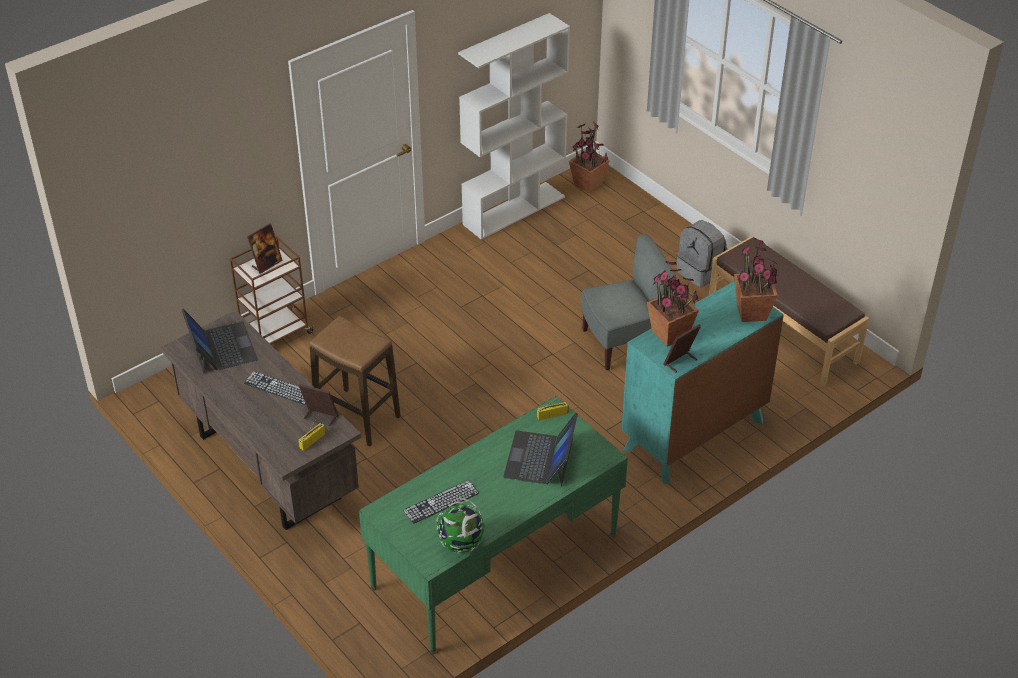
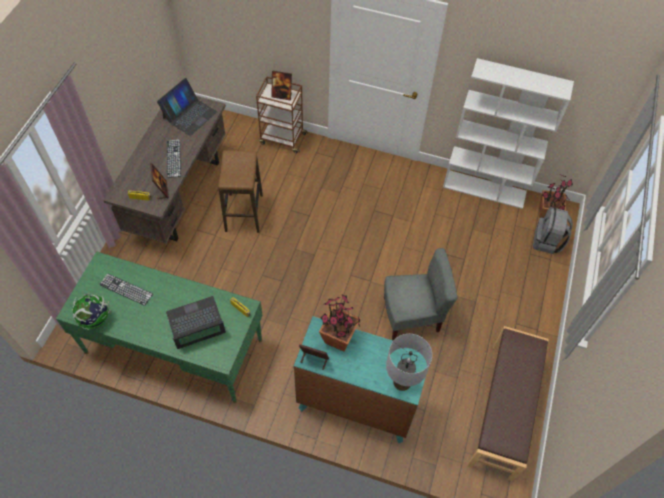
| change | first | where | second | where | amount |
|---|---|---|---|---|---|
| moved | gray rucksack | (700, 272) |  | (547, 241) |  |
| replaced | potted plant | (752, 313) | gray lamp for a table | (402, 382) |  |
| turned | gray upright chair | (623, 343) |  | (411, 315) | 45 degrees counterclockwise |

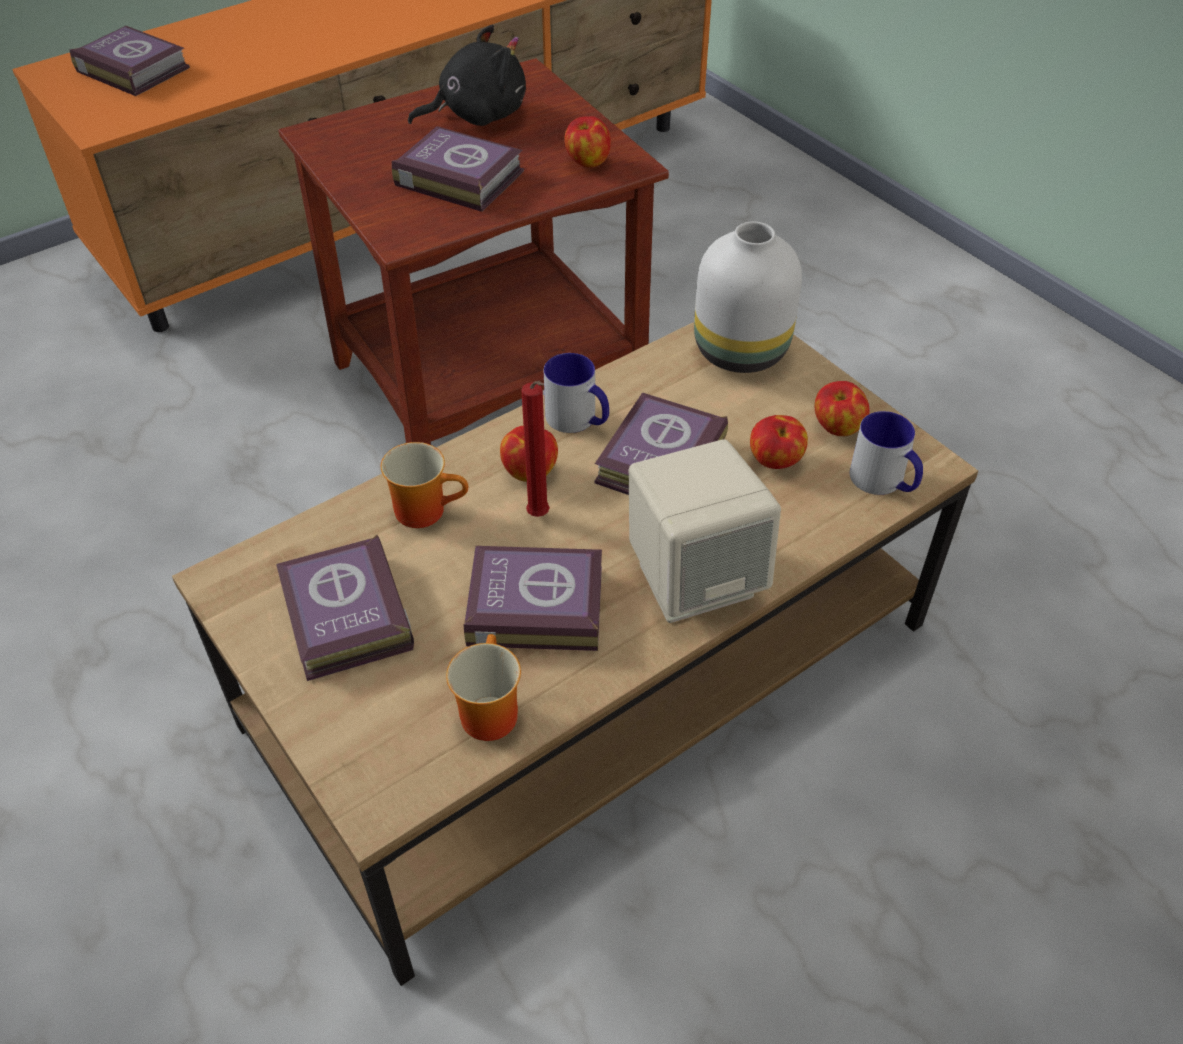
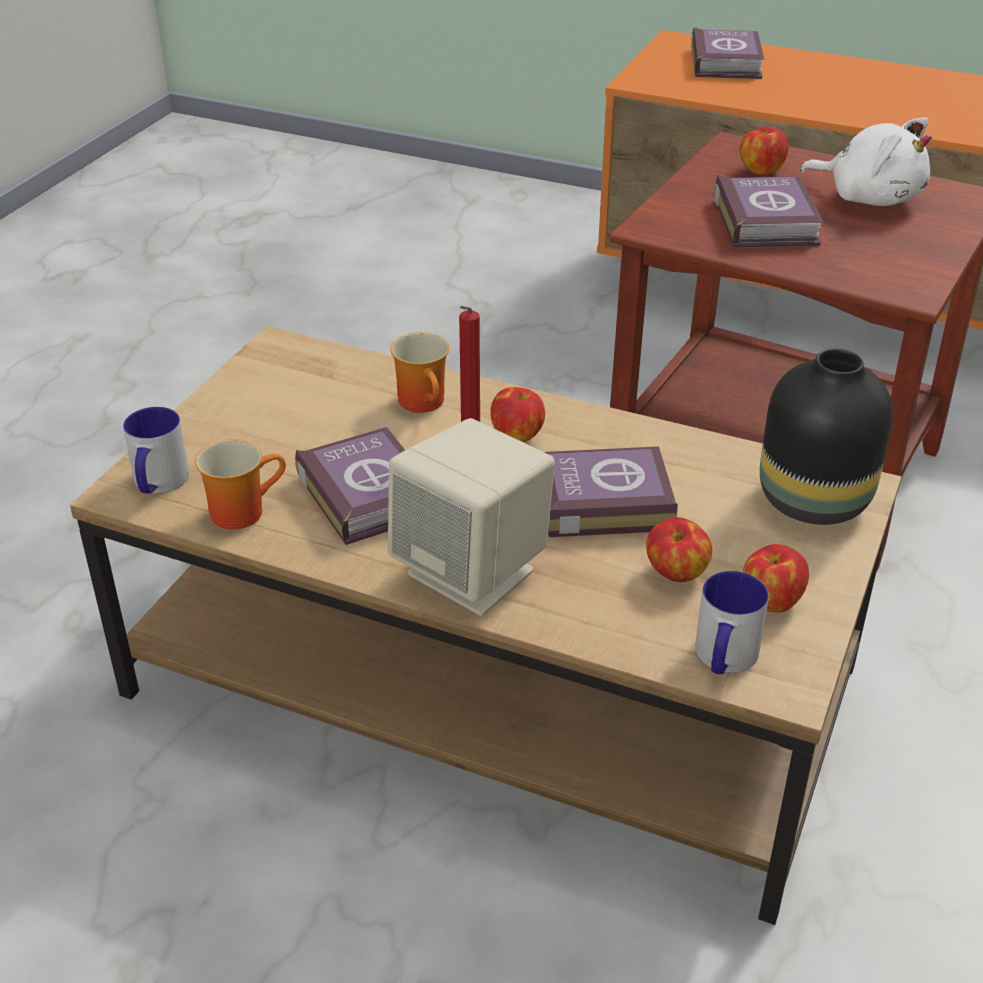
| change | first | where | second | where | amount |
|---|---|---|---|---|---|
| removed | volume | (344, 619) |  |  |  |
| moved | coffee mug | (578, 420) |  | (158, 484) |  |
| moved | apple | (587, 162) |  | (760, 171) |  |
| recoloured | black-coloured soft toy | (477, 115) | whitish soft toy | (869, 198) |  |
| recoloured | whitish flower vase | (738, 350) | black-coloured flower vase | (814, 498) |  |

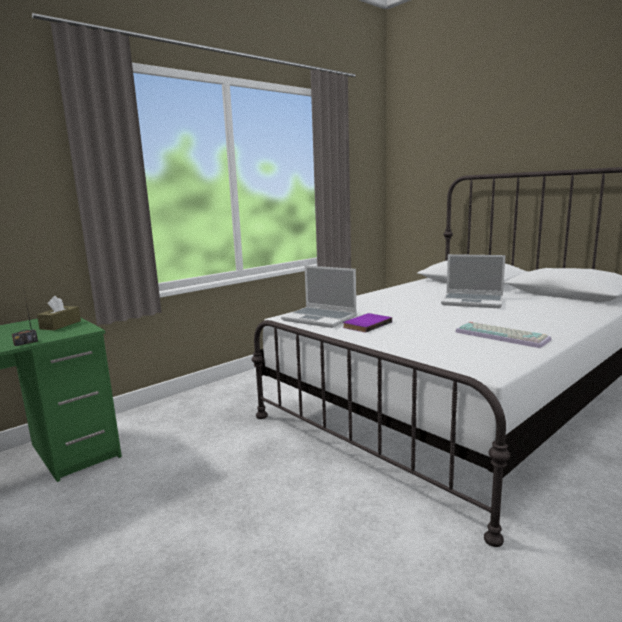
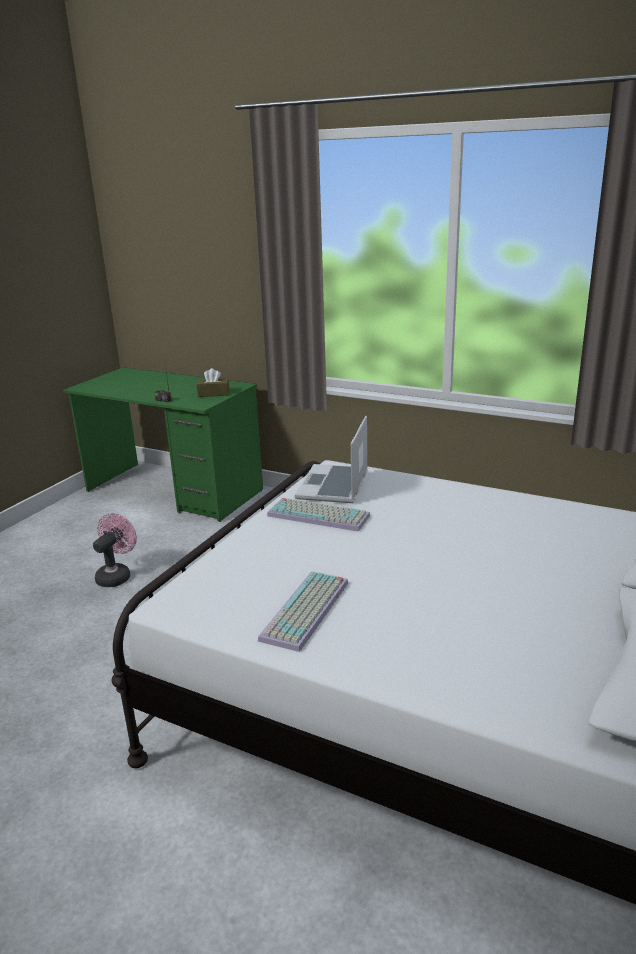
| change | first | where | second | where | amount |
|---|---|---|---|---|---|
| removed | portable computer | (473, 302) |  |  |  |
| added |  |  | pink cooling fan | (116, 575) |  |
| replaced | purple volume | (366, 324) | keyboard | (320, 515) |  |

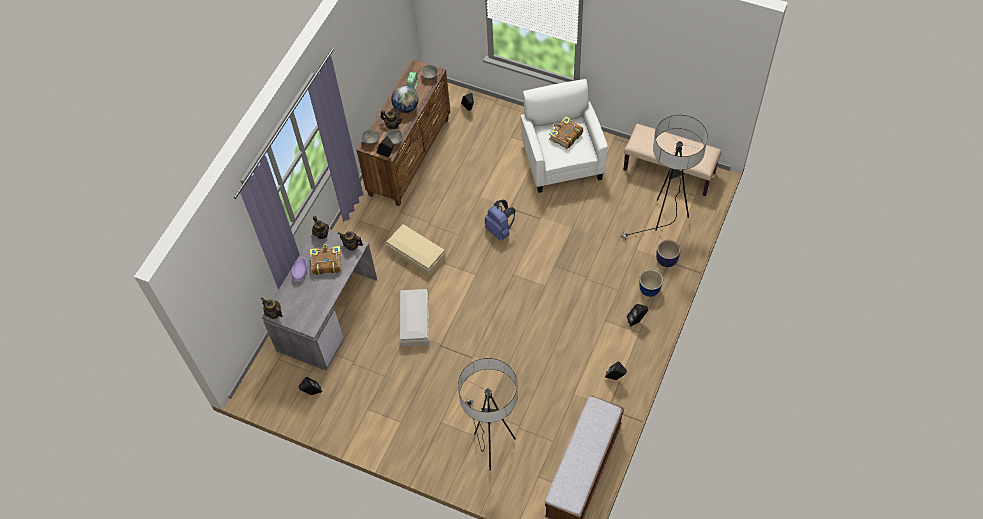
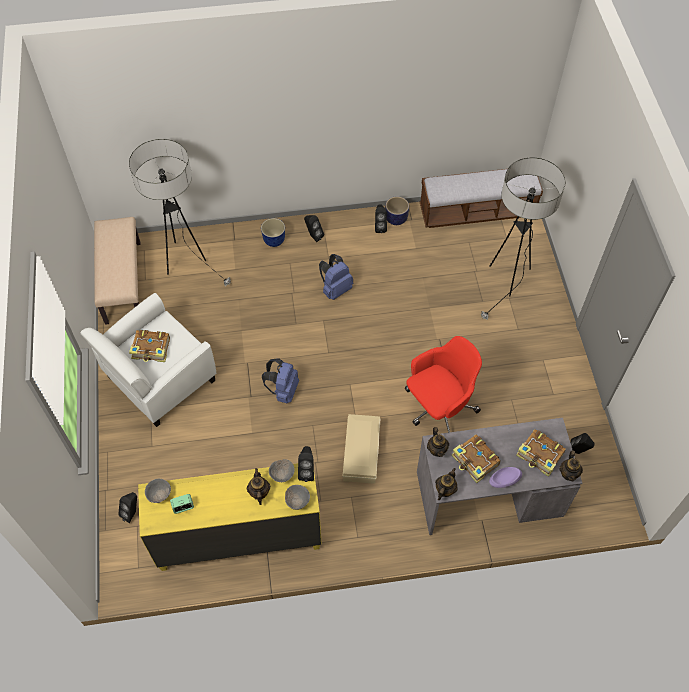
| change | first | where | second | where | amount |
|---|---|---|---|---|---|
| removed | desk globe | (406, 107) |  |  |  |
| added |  |  | blue rucksack | (335, 289) |  |
| added |  |  | volume | (540, 456) |  |
| moved | plant pot | (666, 259) |  | (396, 219) |  |
| replaced | whitish storage box | (414, 322) | red desk chair | (439, 408) |  |
| recoloured | brown drawer chest | (410, 157) | yellow drawer chest | (238, 537) |  |

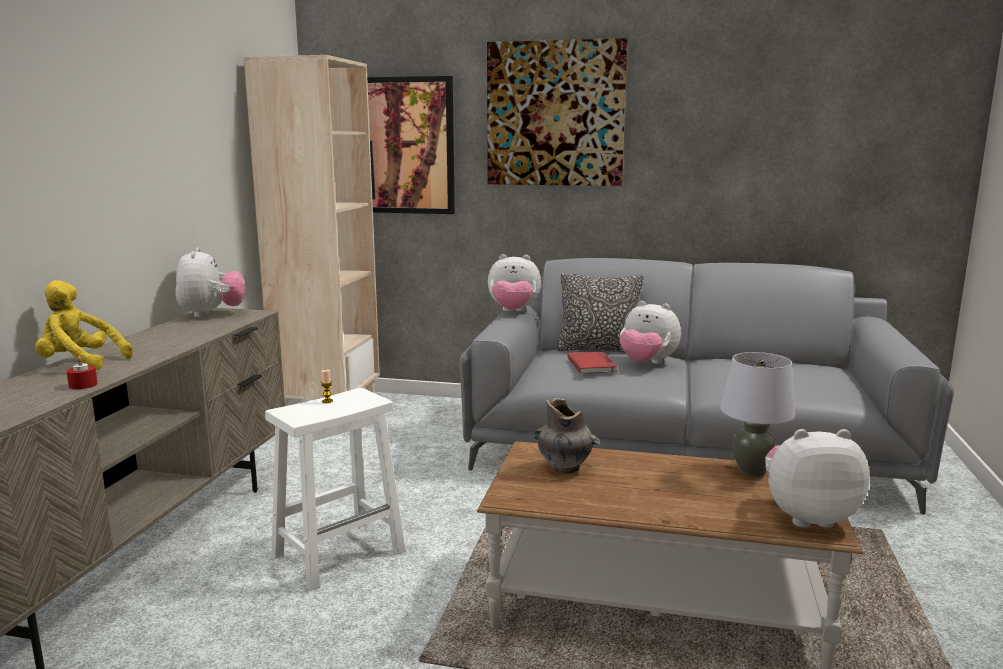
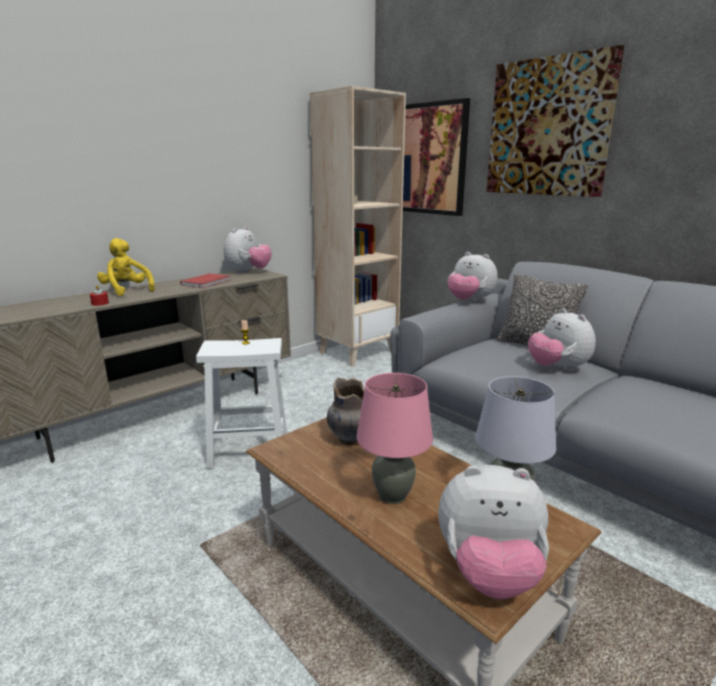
| change | first | where | second | where | amount |
|---|---|---|---|---|---|
| added |  |  | pink lamp for a table | (393, 496) |  |
| moved | red volume | (593, 365) |  | (207, 282) |  |
| turned | soft toy | (807, 517) |  | (489, 573) | 150 degrees clockwise |

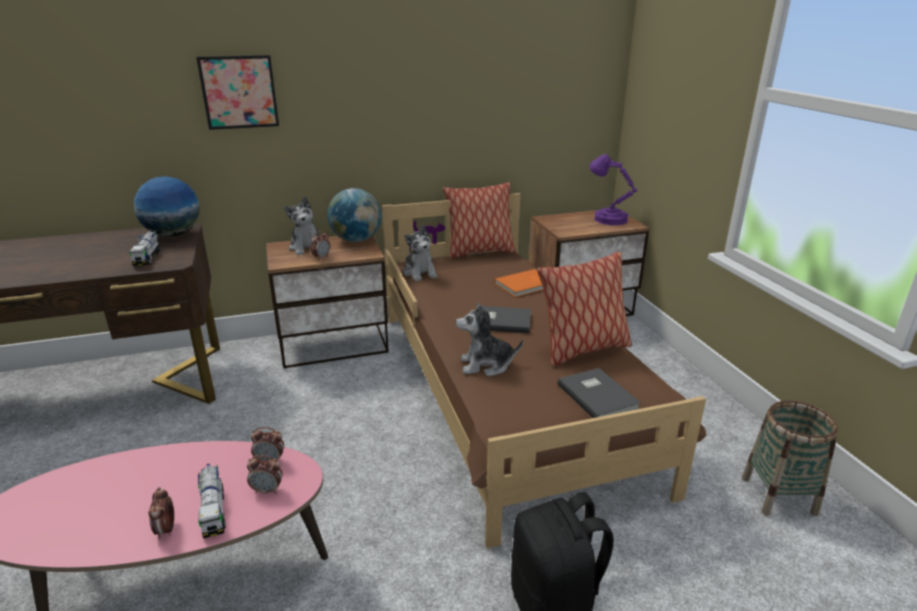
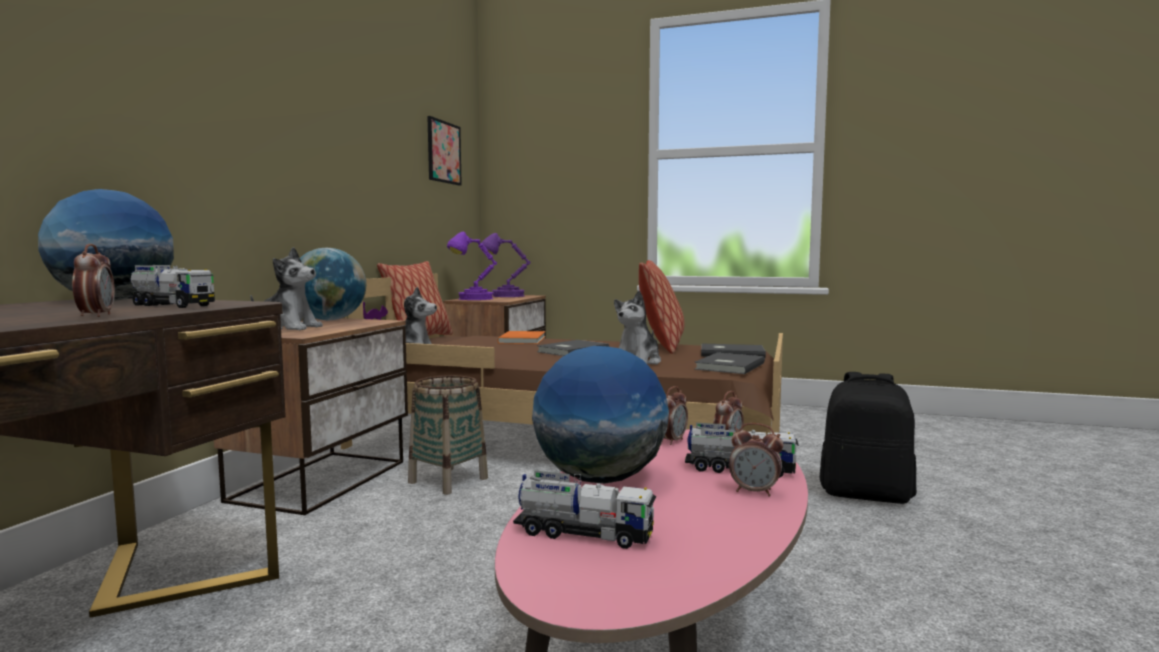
| change | first | where | second | where | amount |
|---|---|---|---|---|---|
| added |  |  | purple lamp for a table | (473, 299) |  |
| added |  |  | toy truck | (584, 534) |  |
| added |  |  | desk globe | (600, 479) |  |
| added |  |  | gray volume | (727, 366) |  |
| moved | wall picture | (239, 92) |  | (444, 152) |  |
| moved | table clock | (321, 258) |  | (96, 316) |  |
| moved | basket | (779, 495) |  | (448, 480) |  |

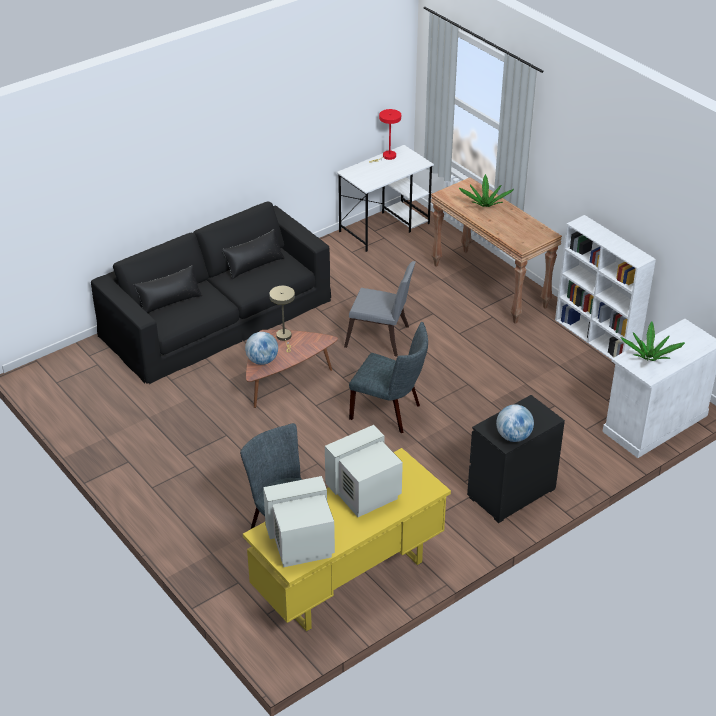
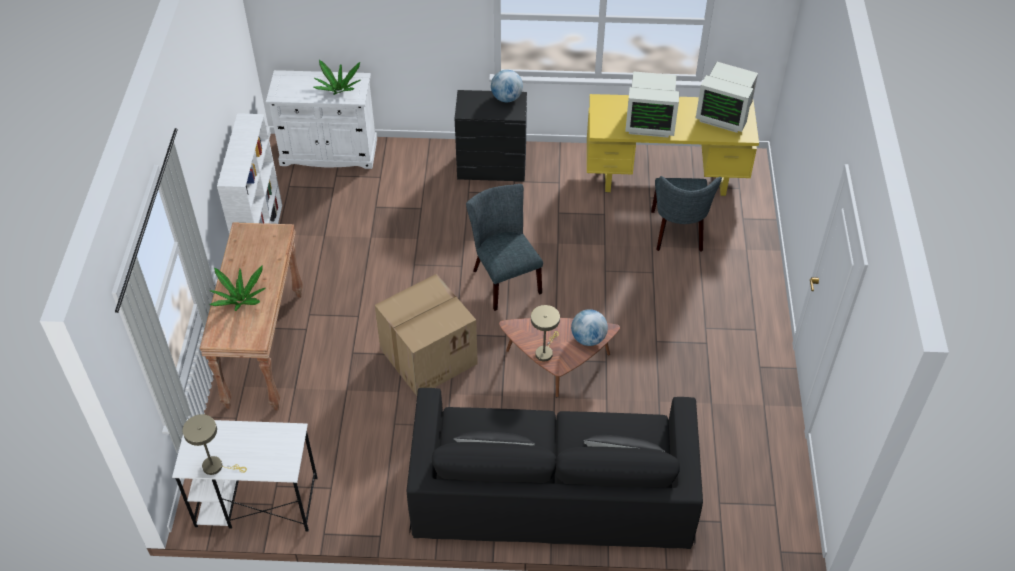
| change | first | where | second | where | amount |
|---|---|---|---|---|---|
| replaced | gray upright chair | (381, 338) | cardboard box | (429, 355) |  |
| recoloured | red lamp for a table | (387, 157) | beige lamp for a table | (216, 466) |  |

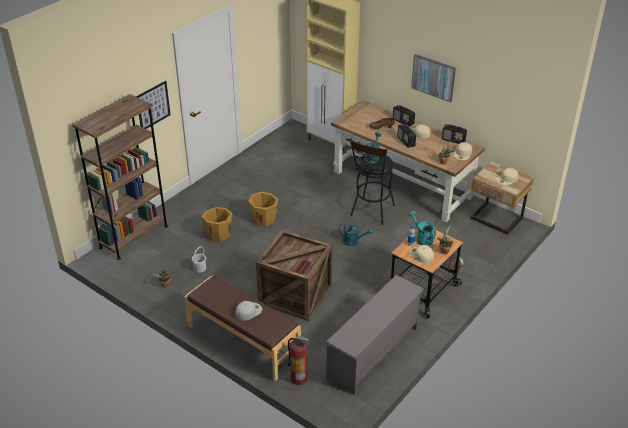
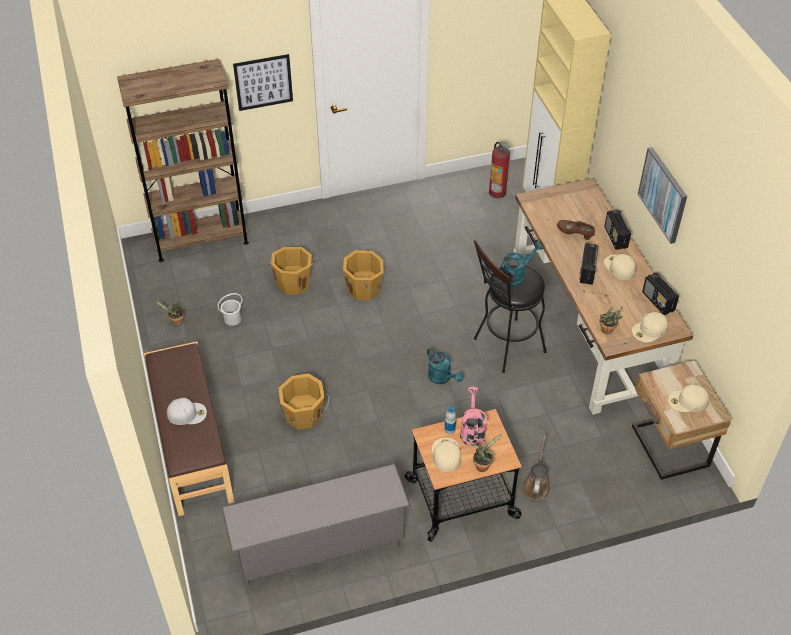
| change | first | where | second | where | amount |
|---|---|---|---|---|---|
| moved | fire extinguisher | (299, 378) |  | (497, 192) |  |
| replaced | crate | (295, 295) | orangey pail | (303, 416) |  |
| recoloured | blue-green sprinkling can | (422, 238) | pink sprinkling can | (472, 430) |  |

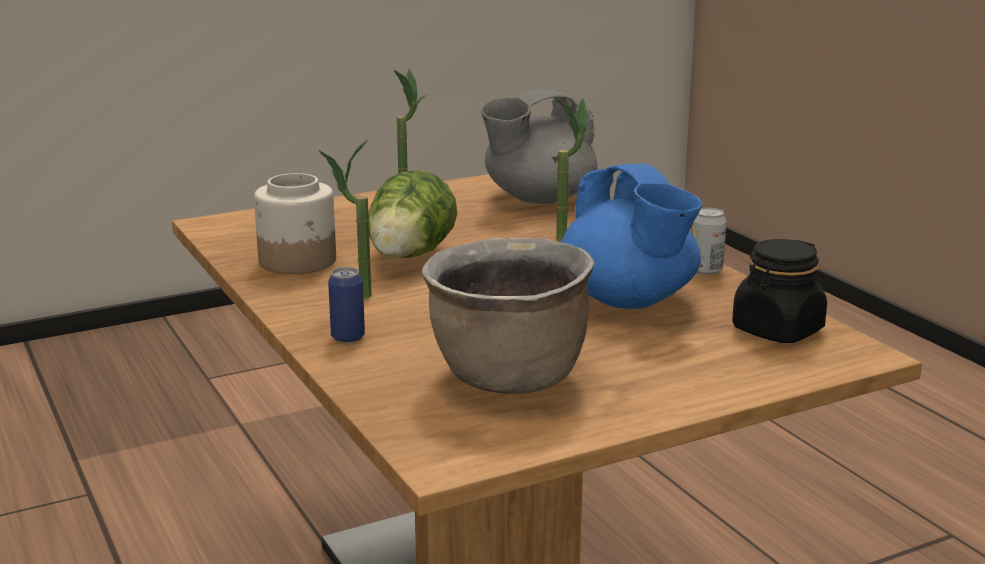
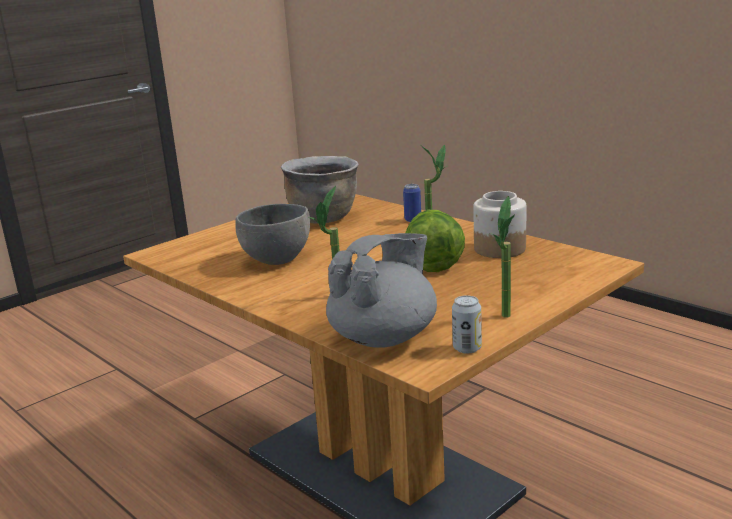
| change | first | where | second | where | amount |
|---|---|---|---|---|---|
| removed | black-coloured storage jar | (777, 330) |  |  |  |
| moved | metal can | (706, 270) |  | (467, 348) |  |
| replaced | blue teapot | (628, 301) | gray bowl | (277, 259) |  |

